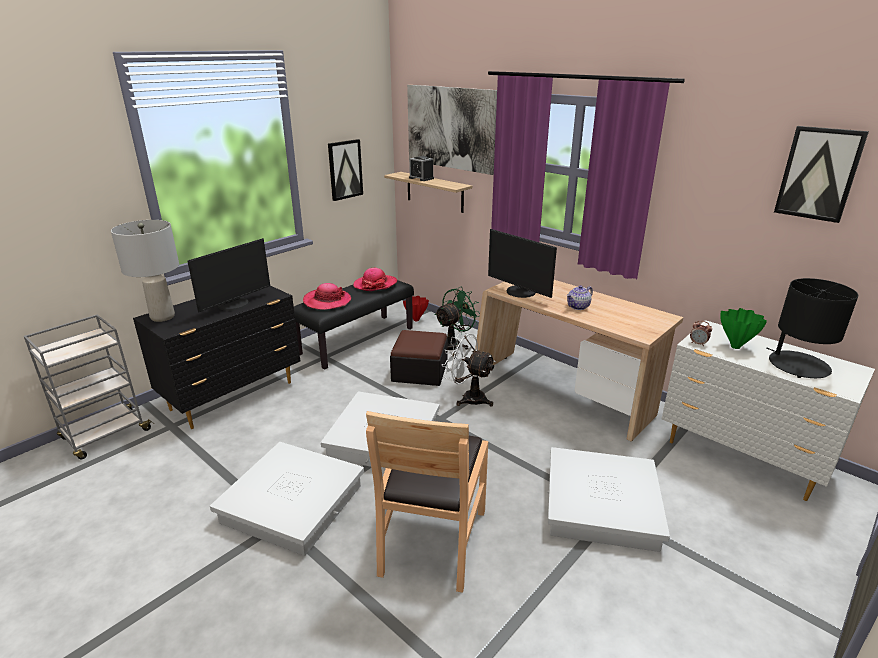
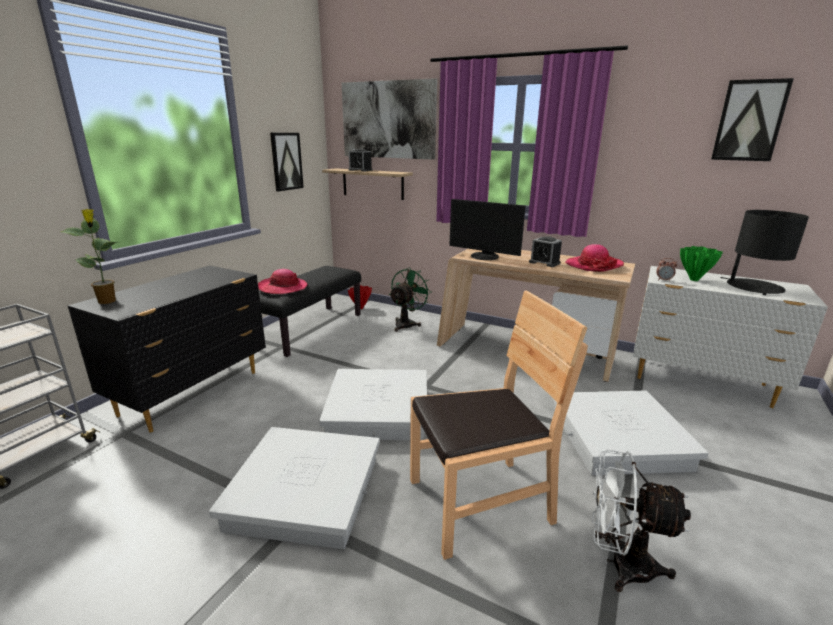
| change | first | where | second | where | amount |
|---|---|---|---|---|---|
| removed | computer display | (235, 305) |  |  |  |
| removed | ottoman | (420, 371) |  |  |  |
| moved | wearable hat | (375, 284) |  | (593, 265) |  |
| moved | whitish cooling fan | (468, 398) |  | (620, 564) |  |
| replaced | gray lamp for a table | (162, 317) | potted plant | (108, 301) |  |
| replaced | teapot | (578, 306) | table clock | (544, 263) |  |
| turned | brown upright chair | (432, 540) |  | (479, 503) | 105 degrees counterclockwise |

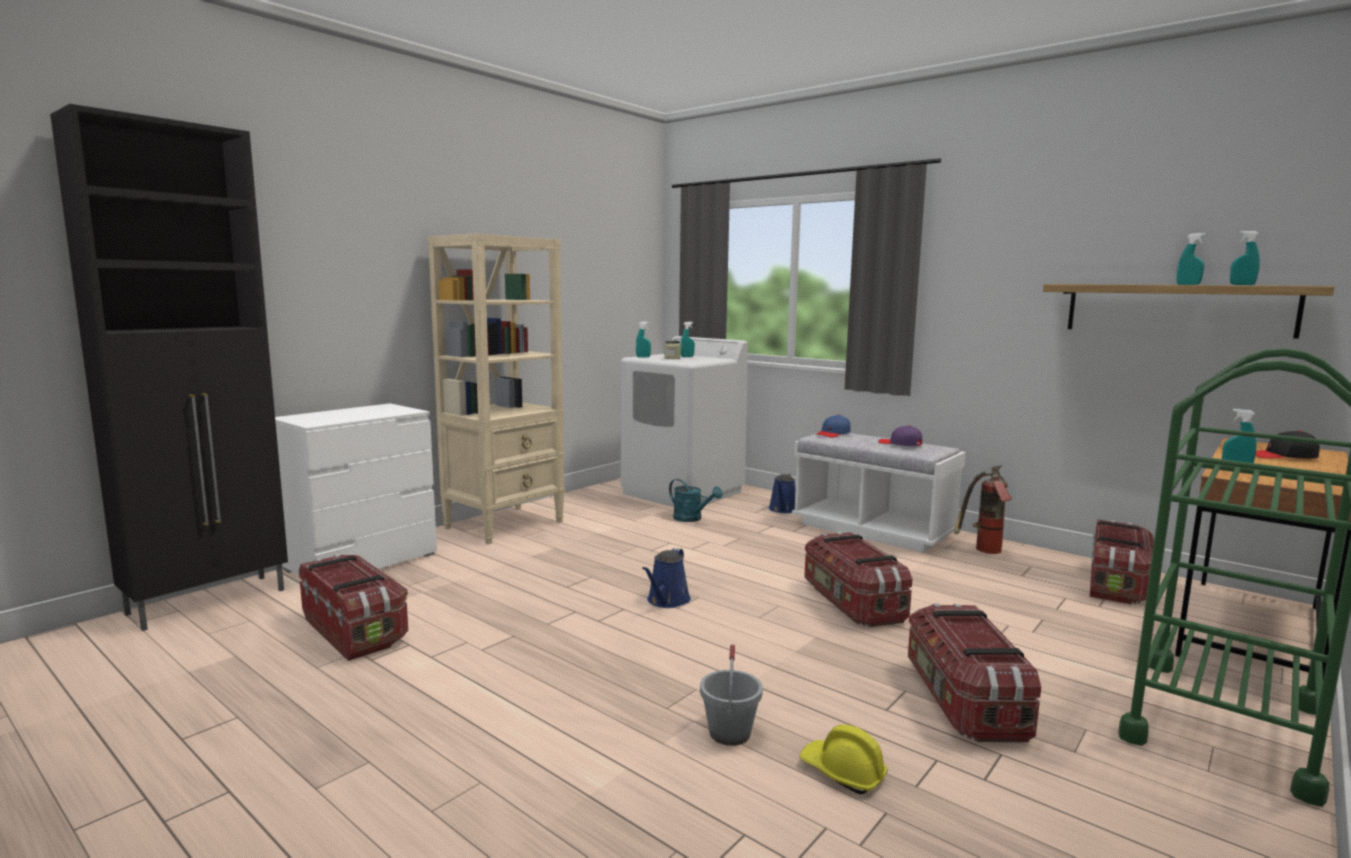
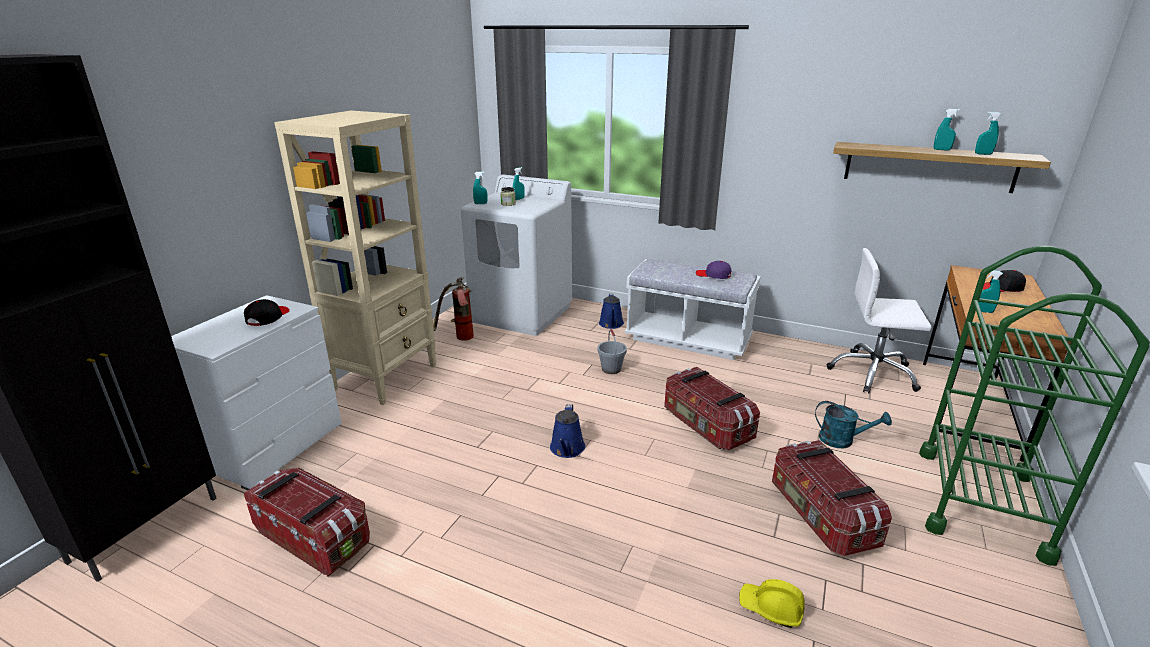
| change | first | where | second | where | amount |
|---|---|---|---|---|---|
| removed | blue cap | (833, 434) |  |  |  |
| added |  |  | black-coloured cap | (267, 318) |  |
| moved | blue-green sprinkling can | (692, 519) |  | (842, 440) |  |
| moved | gray pail | (729, 733) |  | (611, 369) |  |
| moved | fire extinguisher | (983, 551) |  | (459, 339) |  |
| replaced | storage box | (1117, 584) | whitish desk chair | (872, 373) |  |

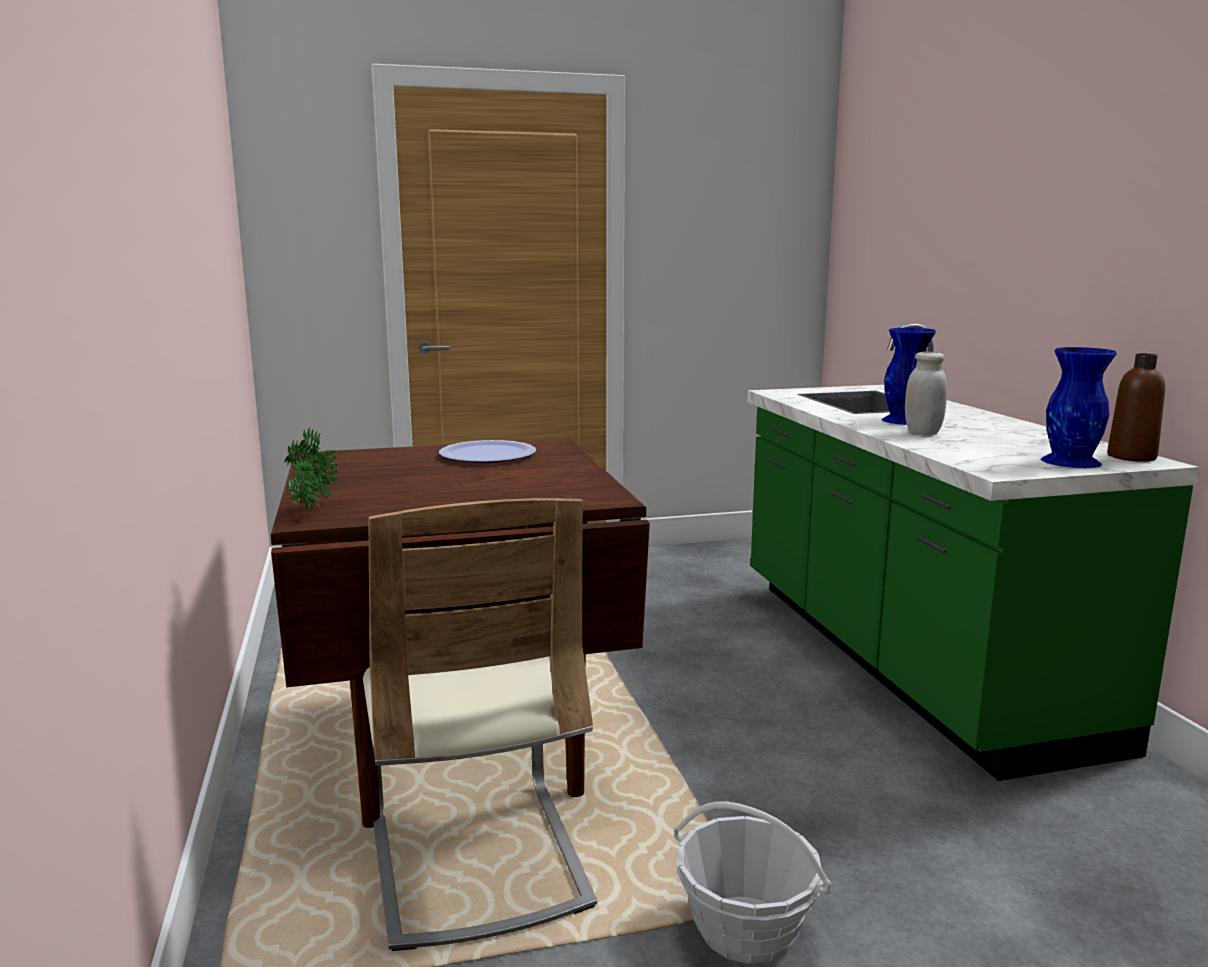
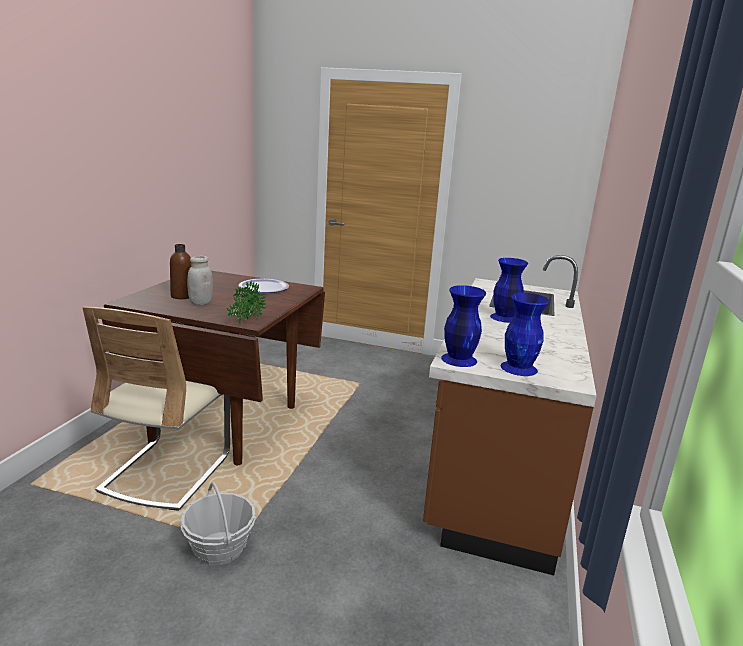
| change | first | where | second | where | amount |
|---|---|---|---|---|---|
| added |  |  | blue flower vase | (458, 359) |  |
| moved | potted plant | (310, 513) |  | (245, 321) |  |
| moved | whitish storage jar | (922, 432) |  | (200, 303) |  |
| moved | brown drink bottle | (1131, 457) |  | (182, 296) |  |
| recoloured | green kitchen counter | (905, 658) | brown kitchen counter | (496, 465) |  |

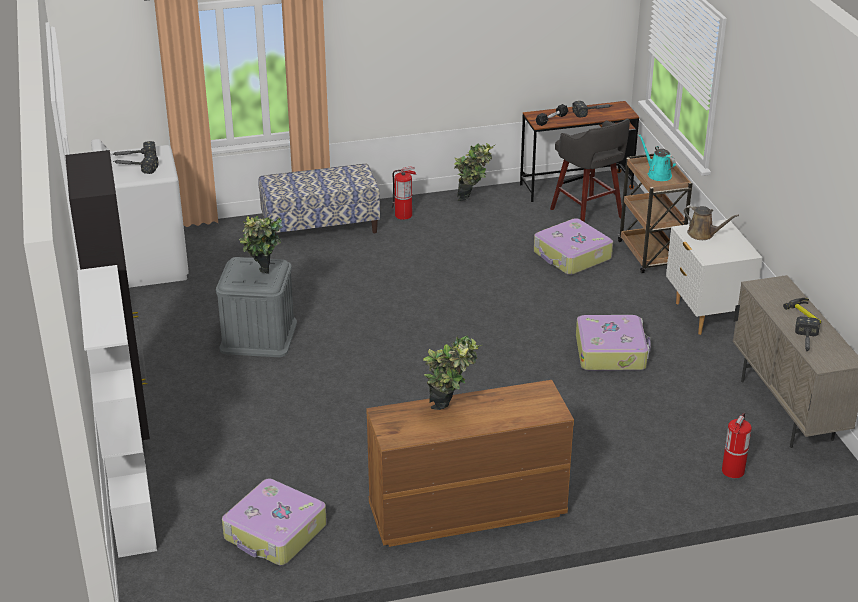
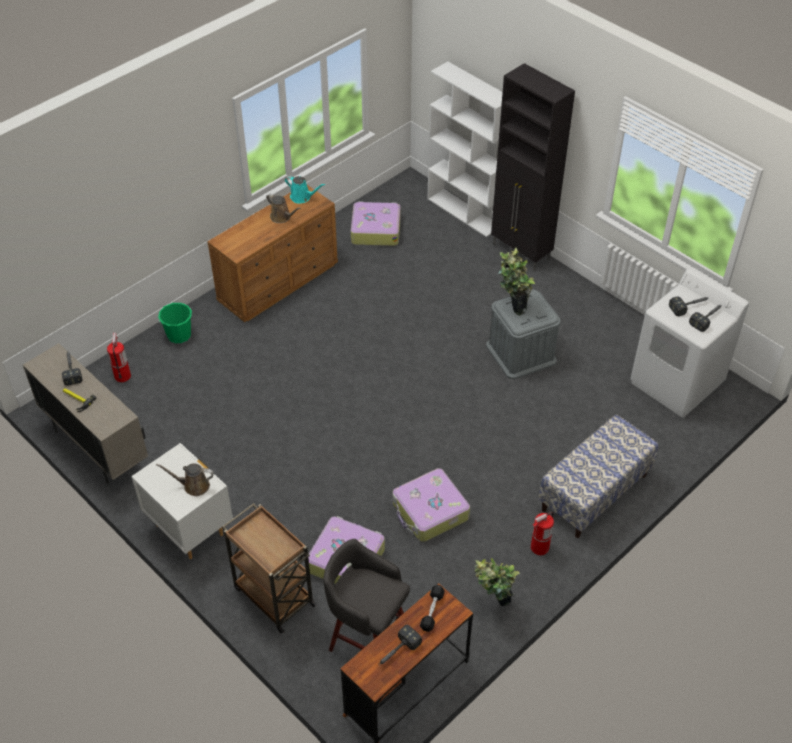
| change | first | where | second | where | amount |
|---|---|---|---|---|---|
| added |  |  | green pail | (179, 335) |  |
| moved | travel case | (611, 352) |  | (430, 512) |  |
| moved | blue-green sprinkling can | (657, 174) |  | (302, 197) |  |
| replaced | potted plant | (451, 414) | brown sprinkling can | (282, 217) |  |

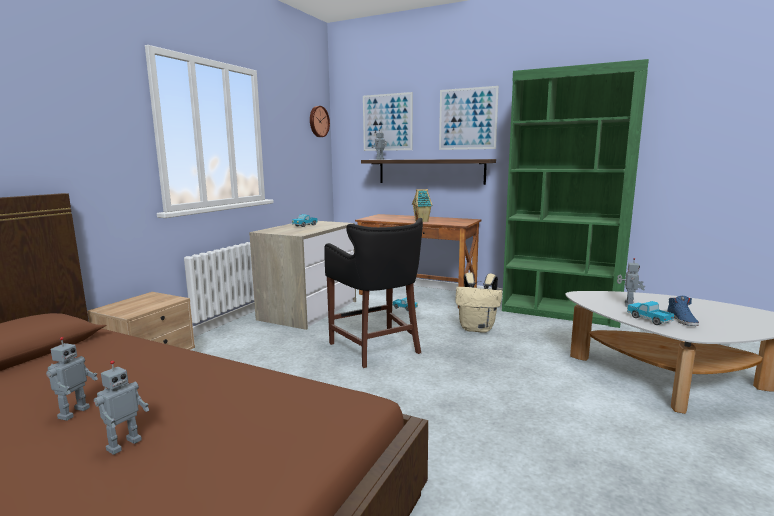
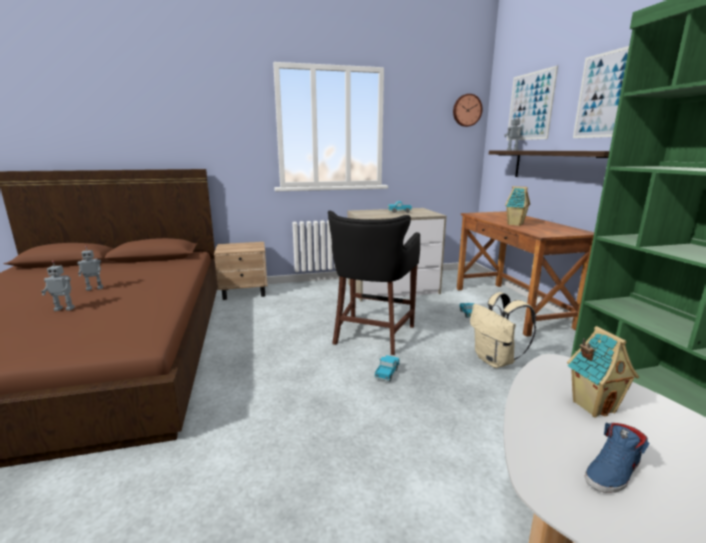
| change | first | where | second | where | amount |
|---|---|---|---|---|---|
| moved | toy truck | (648, 319) |  | (387, 373) |  |
| replaced | model robot | (628, 304) | model house | (593, 406) |  |

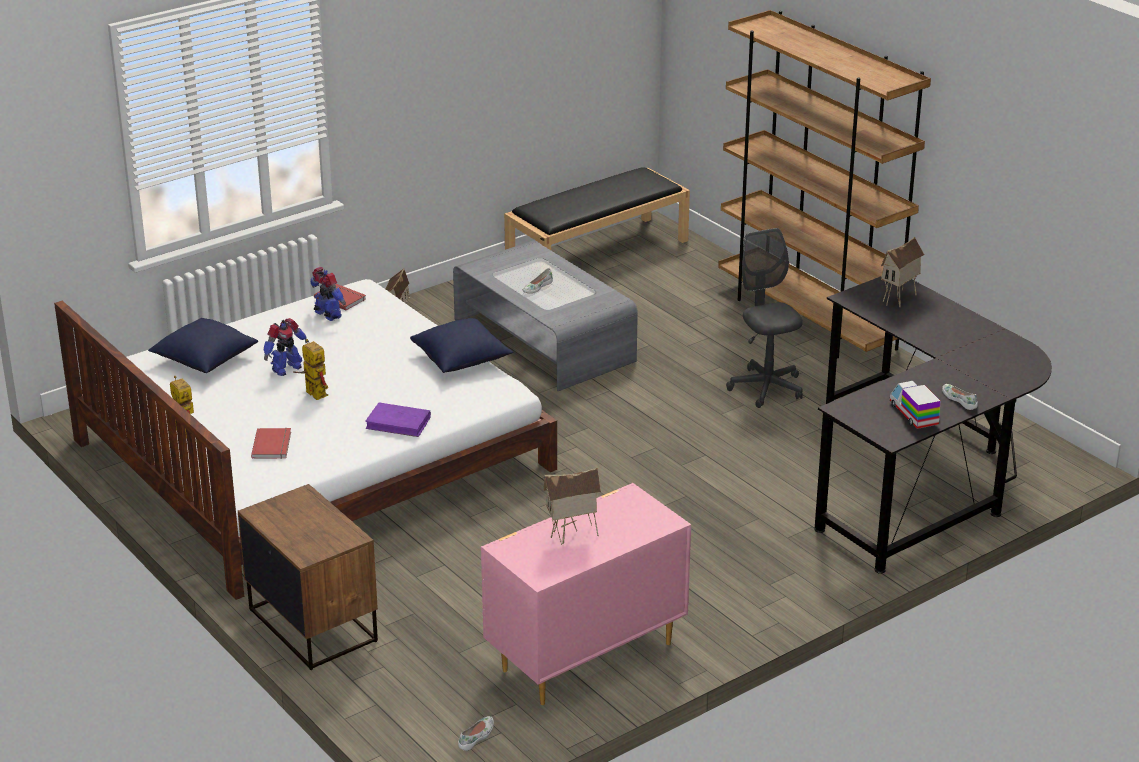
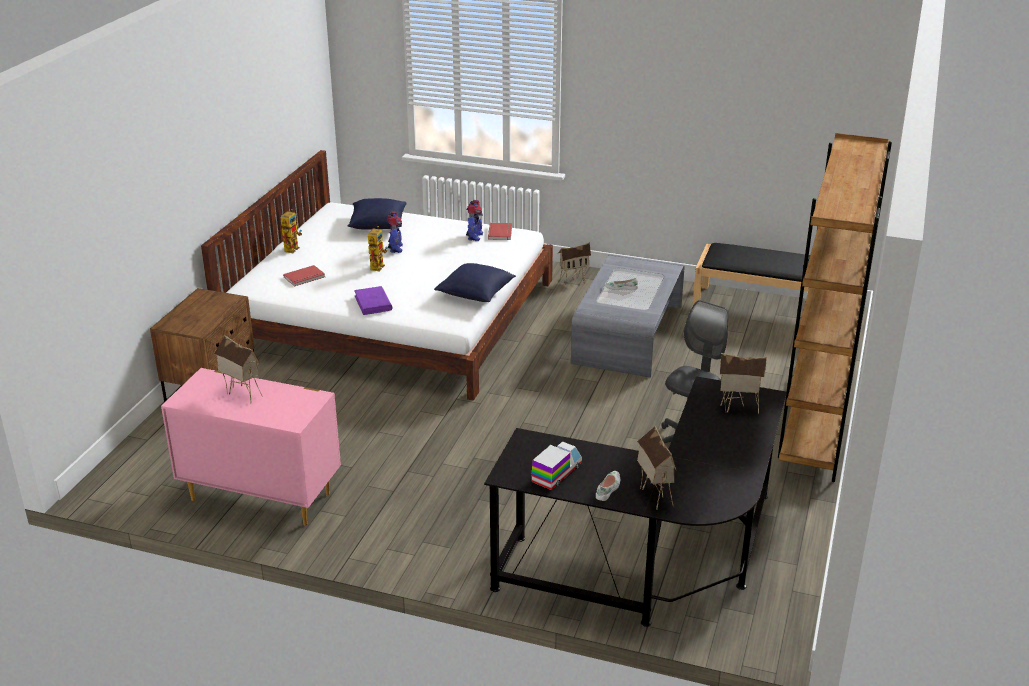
| change | first | where | second | where | amount |
|---|---|---|---|---|---|
| removed | whitish shoe | (477, 737) |  |  |  |
| added |  |  | model house | (654, 495) |  |
| turned | model robot | (286, 368) |  | (395, 248) | 105 degrees counterclockwise |

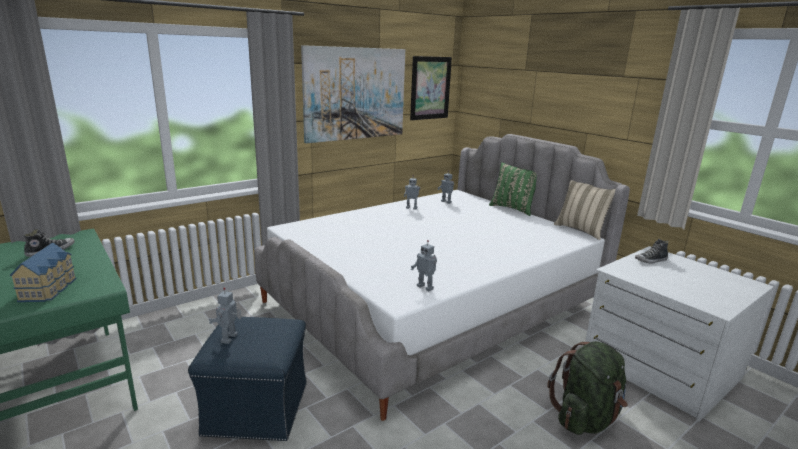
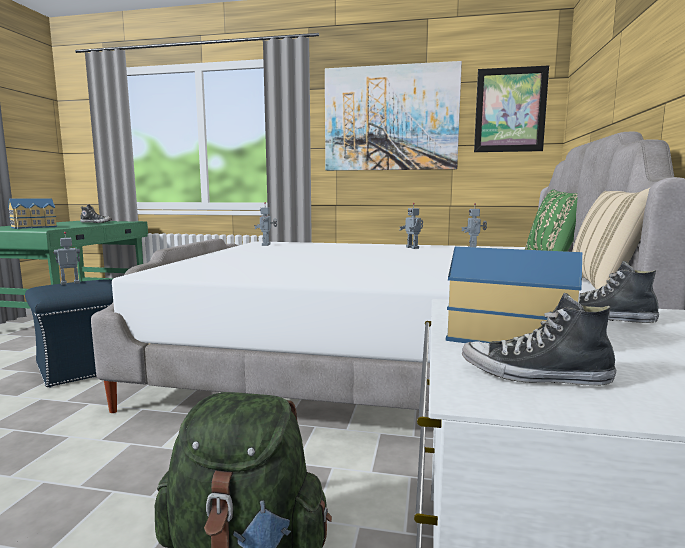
| change | first | where | second | where | amount |
|---|---|---|---|---|---|
| added |  |  | model house | (508, 337) |  |
| added |  |  | shoe | (534, 376) |  |
| moved | model robot | (425, 287) |  | (267, 245) |  |

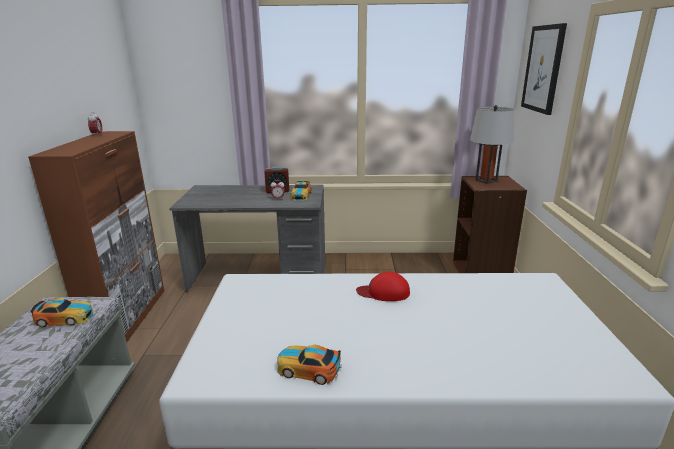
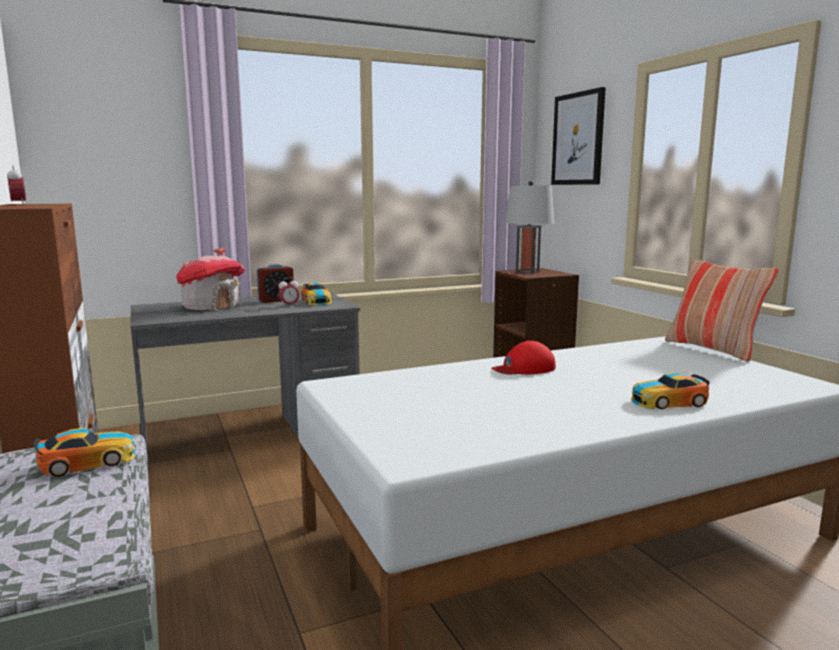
| change | first | where | second | where | amount |
|---|---|---|---|---|---|
| added |  |  | model house | (211, 306) |  |
| added |  |  | throw pillow | (713, 349) |  |
| moved | model car | (308, 369) |  | (668, 402) |  |

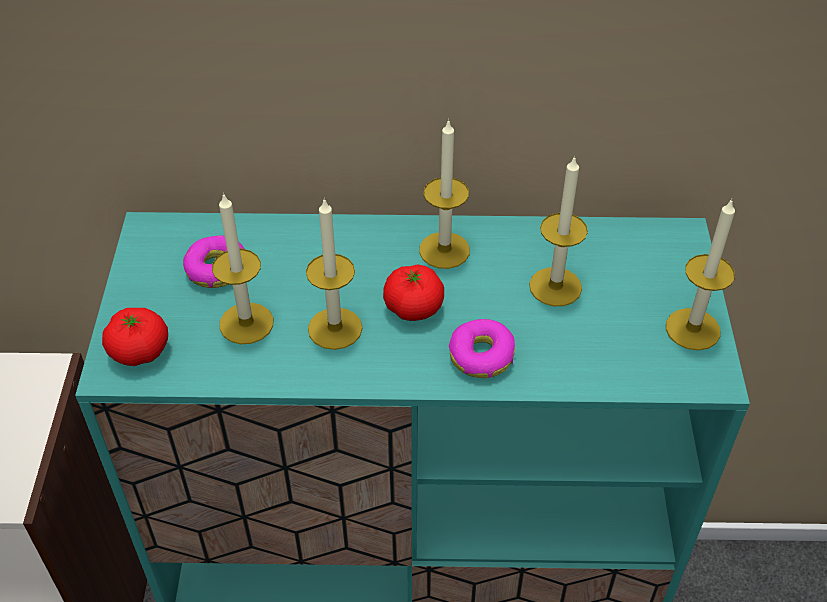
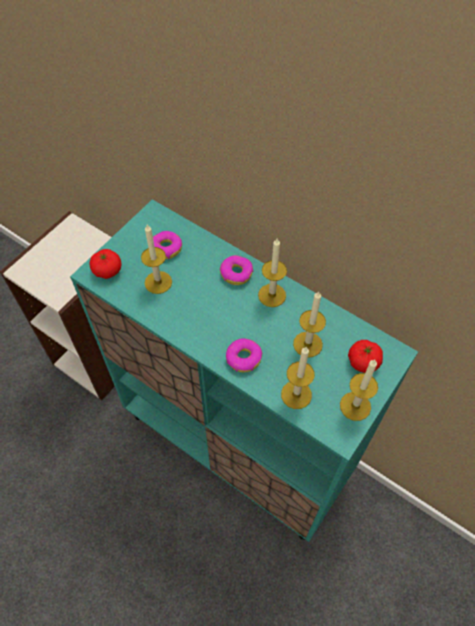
| change | first | where | second | where | amount |
|---|---|---|---|---|---|
| added |  |  | ring doughnut | (236, 273) |  |
| moved | wax candle | (335, 328) |  | (296, 394) |  |
| moved | tomato | (413, 307) |  | (363, 362) |  |

